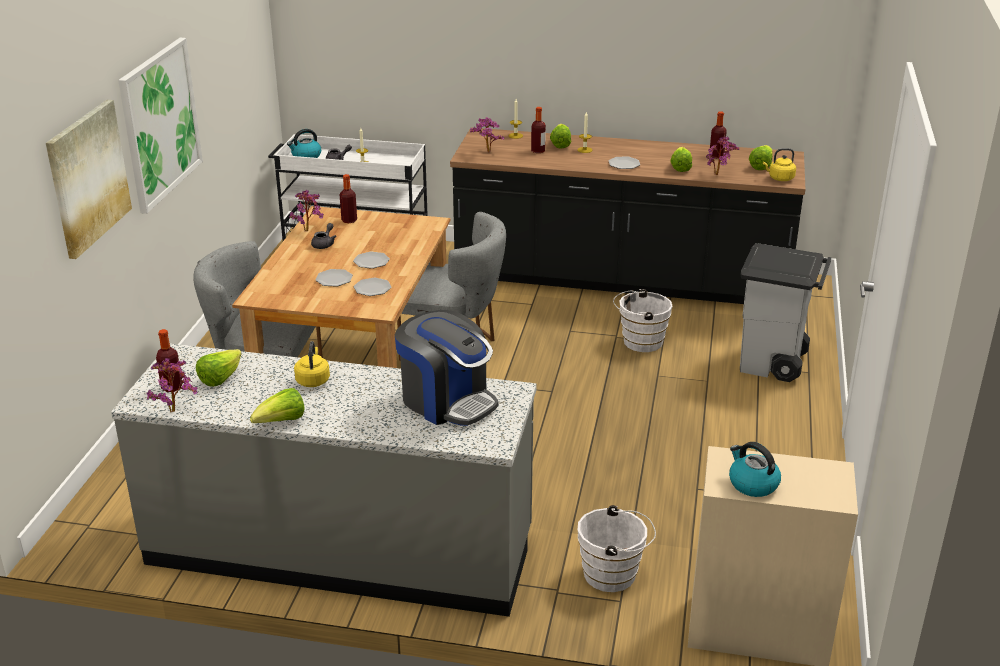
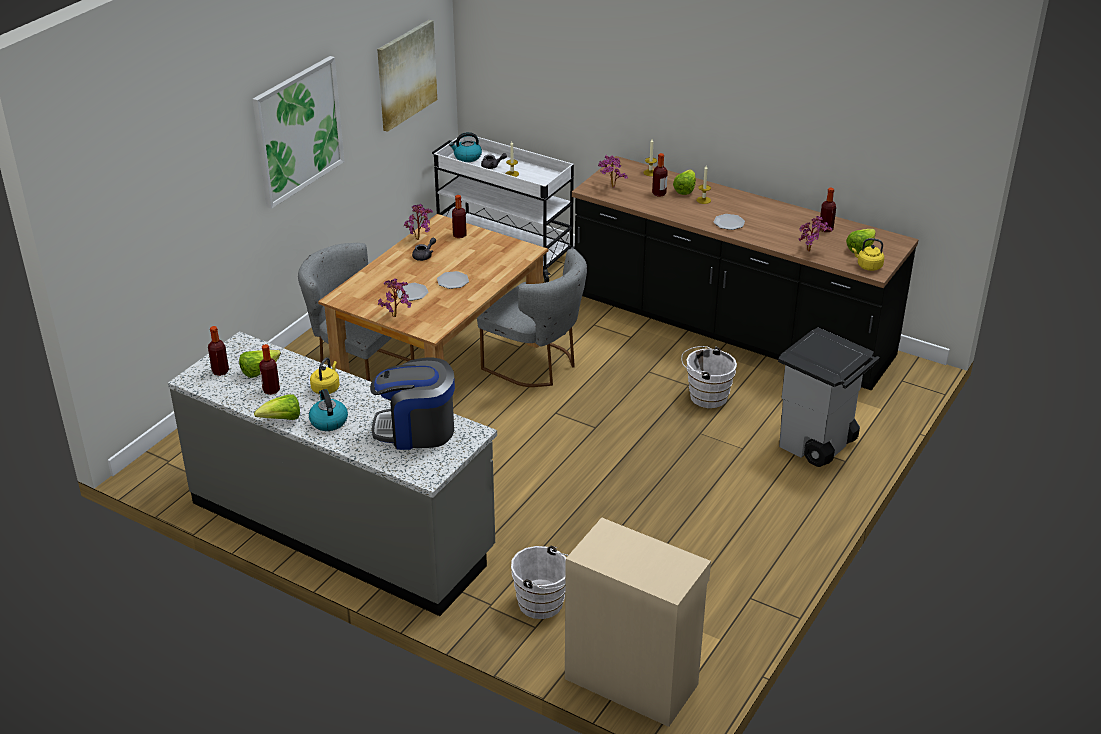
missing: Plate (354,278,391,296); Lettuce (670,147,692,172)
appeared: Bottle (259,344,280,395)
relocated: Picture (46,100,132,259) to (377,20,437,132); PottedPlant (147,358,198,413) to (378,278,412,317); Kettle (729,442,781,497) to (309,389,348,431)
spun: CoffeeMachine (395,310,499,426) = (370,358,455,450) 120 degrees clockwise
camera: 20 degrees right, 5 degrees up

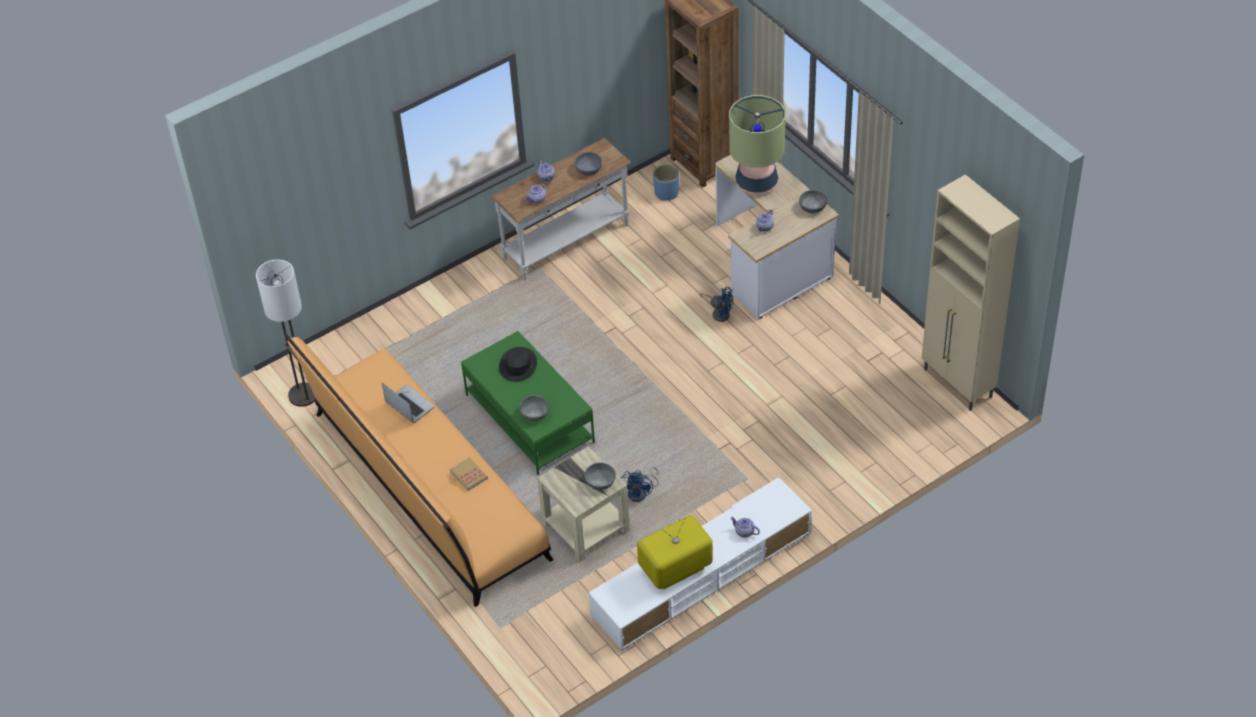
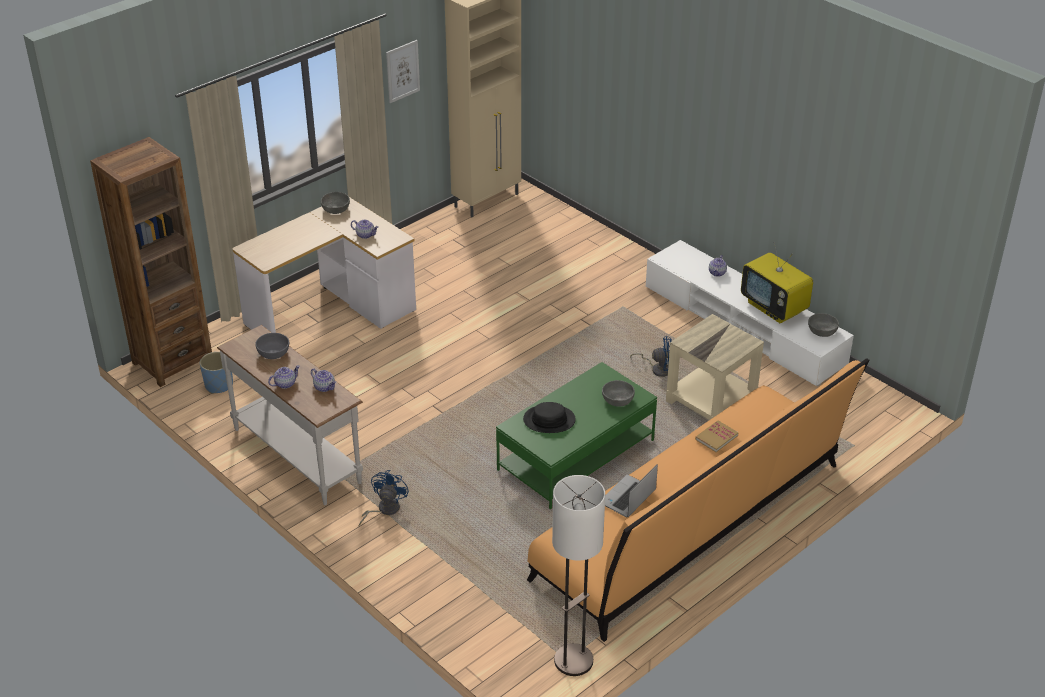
missing: TableLamp (729,95,785,194)
appeared: Picture (386,40,420,103)
relocated: GreyBowl (584,462,616,490) to (808,313,839,337); BlueFan (700,287,733,322) to (358,470,409,526)
camera: 100 degrees left, 10 degrees down

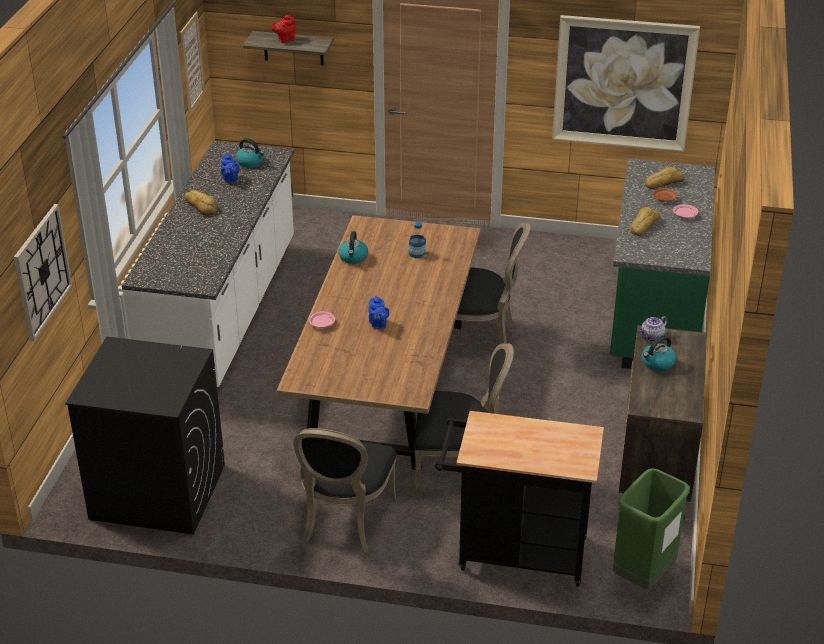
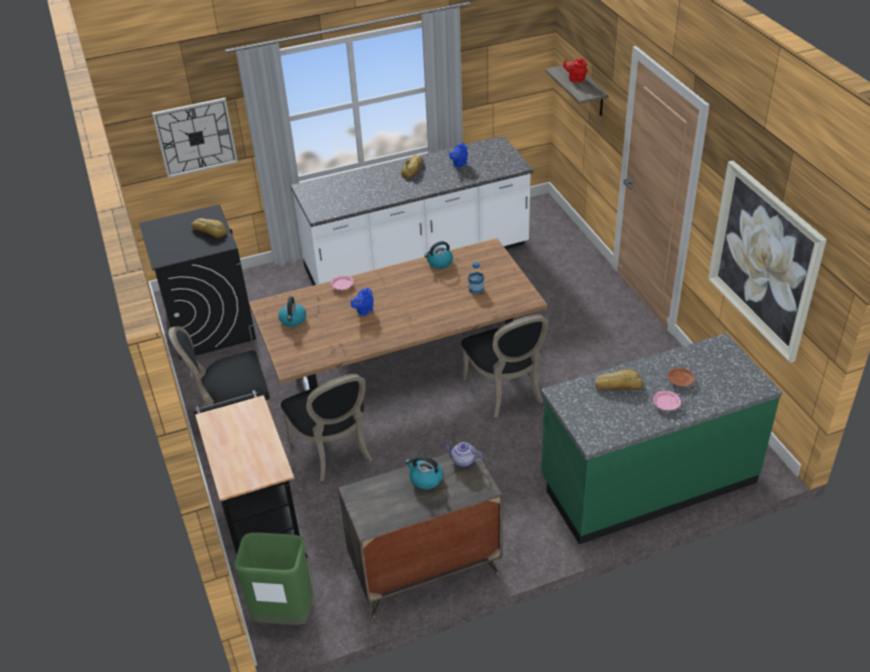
missing: Picture (180,12,205,115)
relocated: Kettle (236,138,264,168) to (278,297,306,327); Bread (645,167,684,189) to (191,218,226,238)
camera: 60 degrees right, 5 degrees up

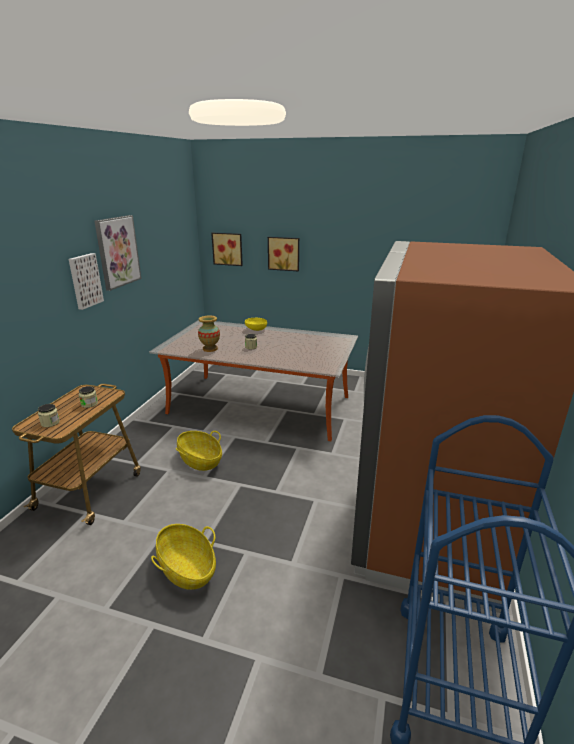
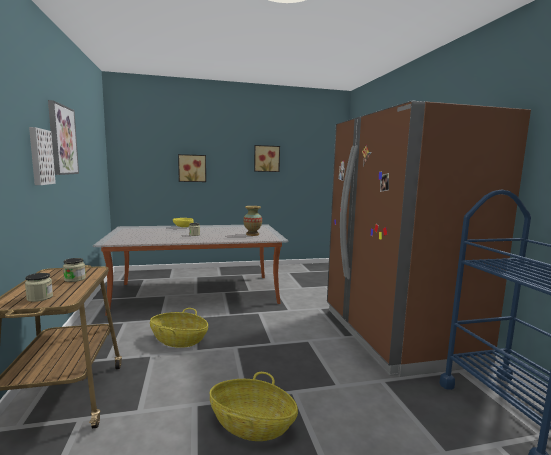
relocated: Vase (198,316,220,352) to (243,206,262,236); Picture (211,233,243,266) to (254,145,280,172)
camera: 30 degrees left, 15 degrees down

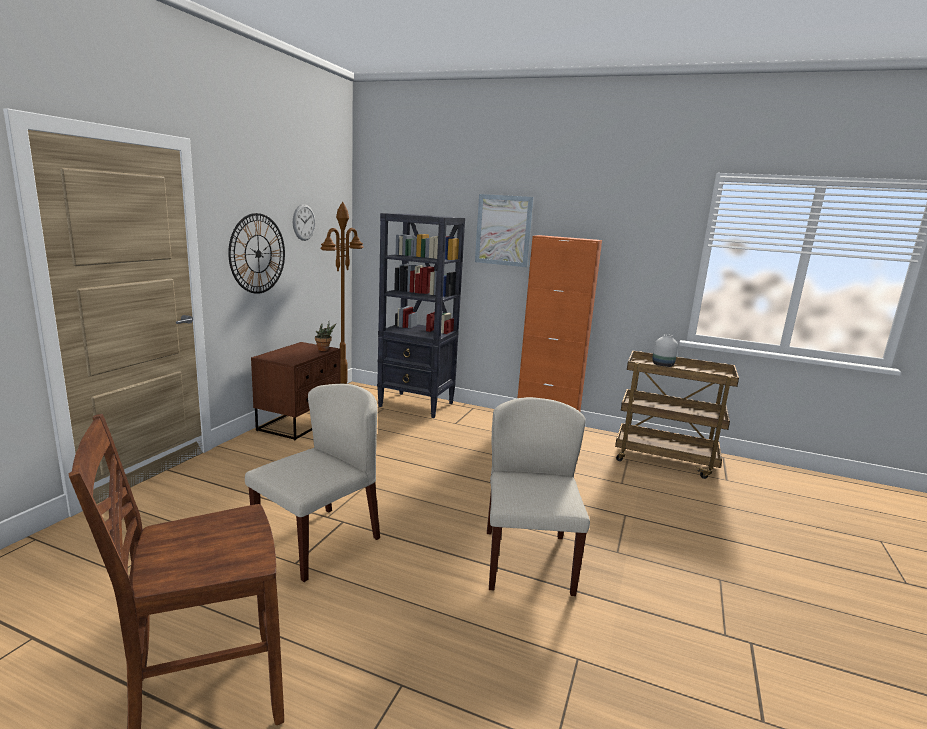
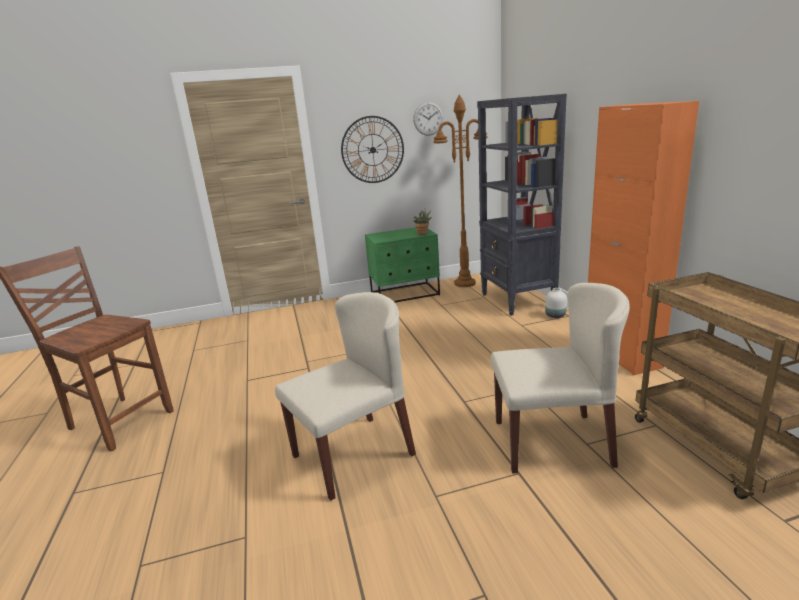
missing: Picture (475,194,534,267)
relocated: BeigeChair (245,384,380,582) to (491,283,630,474); WhiteVase (652,334,678,367) to (545,288,567,318)
colour: BrownNightstand (251,342,341,441) to GreenNightstand (365,227,440,302)
camera: 55 degrees right, 5 degrees up

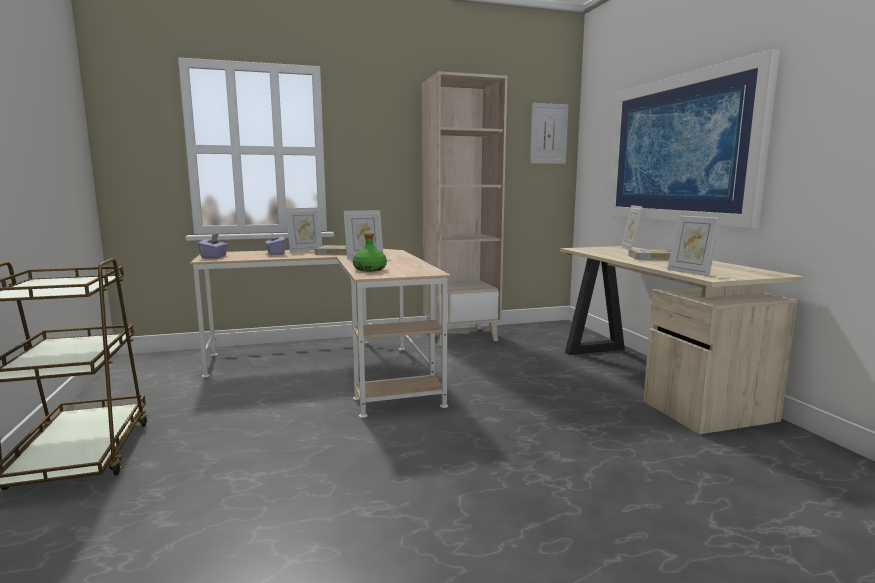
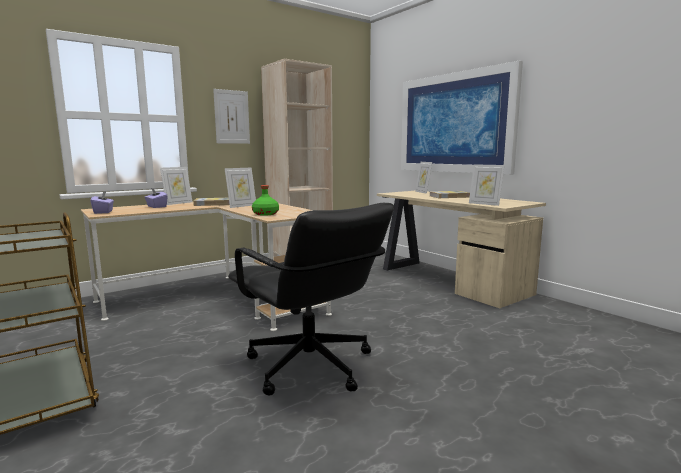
appeared: BlackOfficeChair (228,203,394,395)
relocated: Picture (530,103,569,164) to (213,89,250,144)
camera: 20 degrees left, 0 degrees up

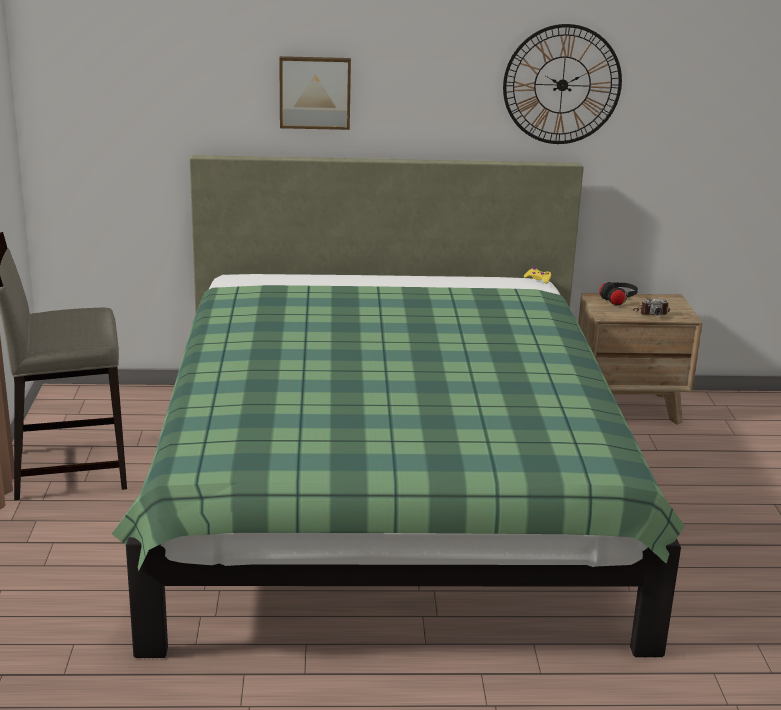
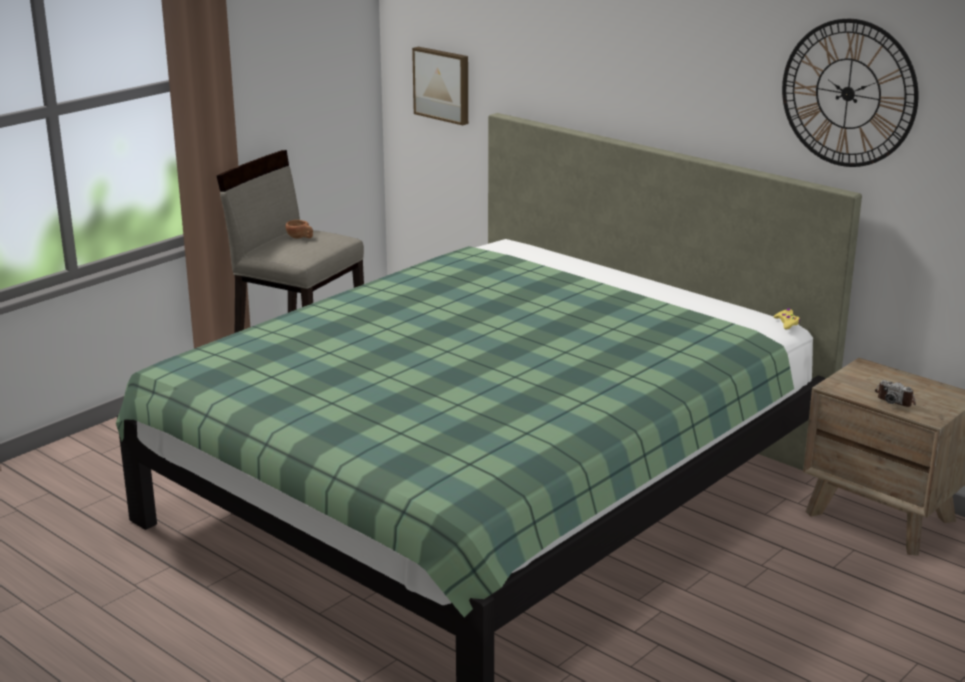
missing: BlackHeadphones (599,282,638,306)
appeared: BrownCup (285,220,313,239)
relocated: Picture (279,56,351,130) to (412,47,468,126)
camera: 45 degrees right, 0 degrees up

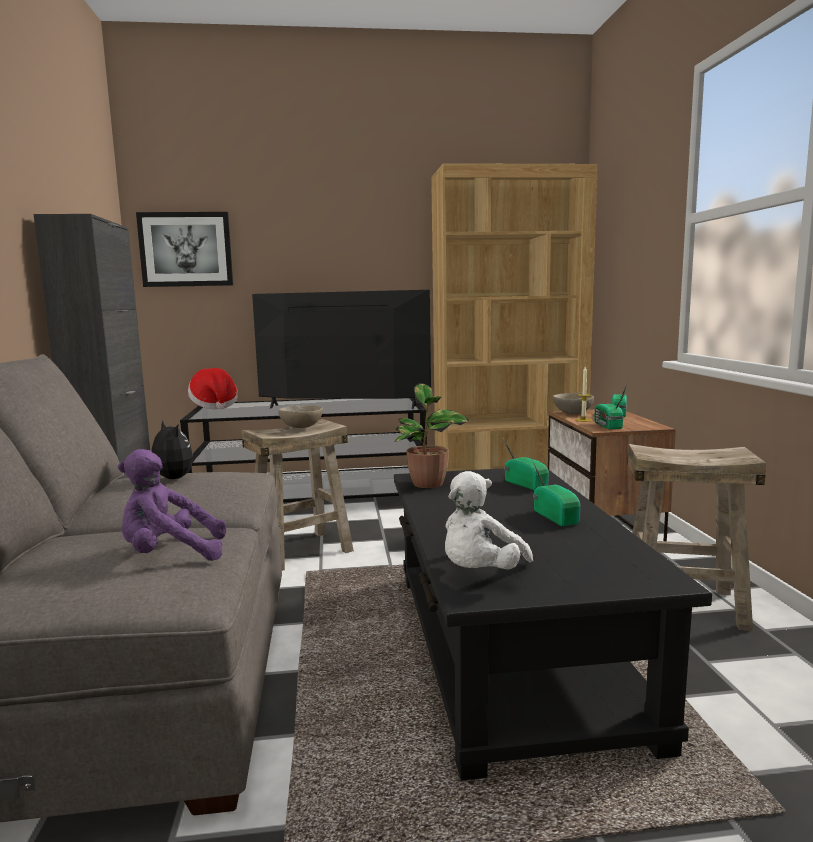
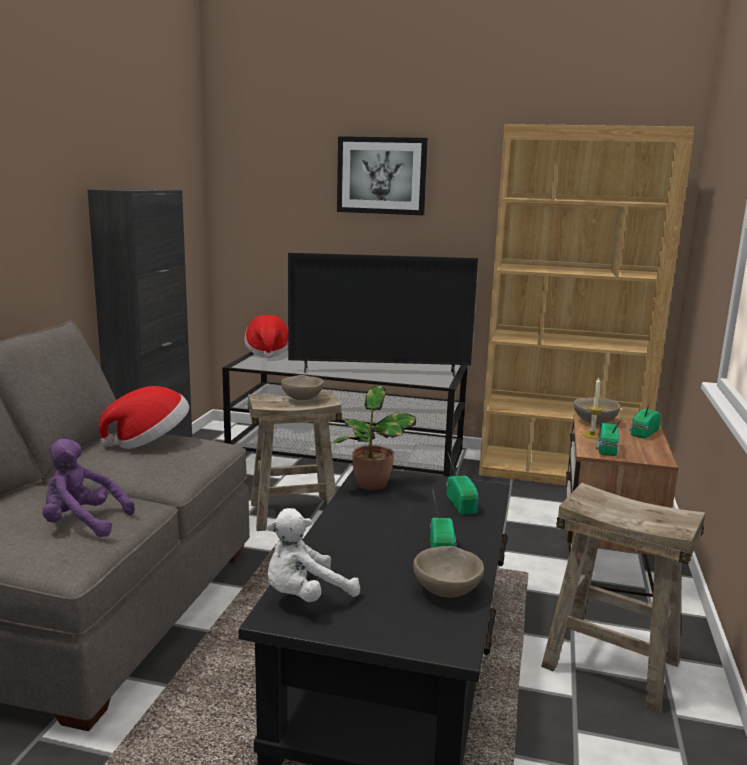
appeared: BeigeBowl (413,546,484,598)
relocated: Picture (136,212,233,287) to (337,136,428,215)
exchanged: PlushToy (152,421,193,479) to Hat (99,386,189,449)
spun: Television (252,290,431,409) = (288,253,478,377) 150 degrees clockwise
camera: 20 degrees right, 5 degrees up

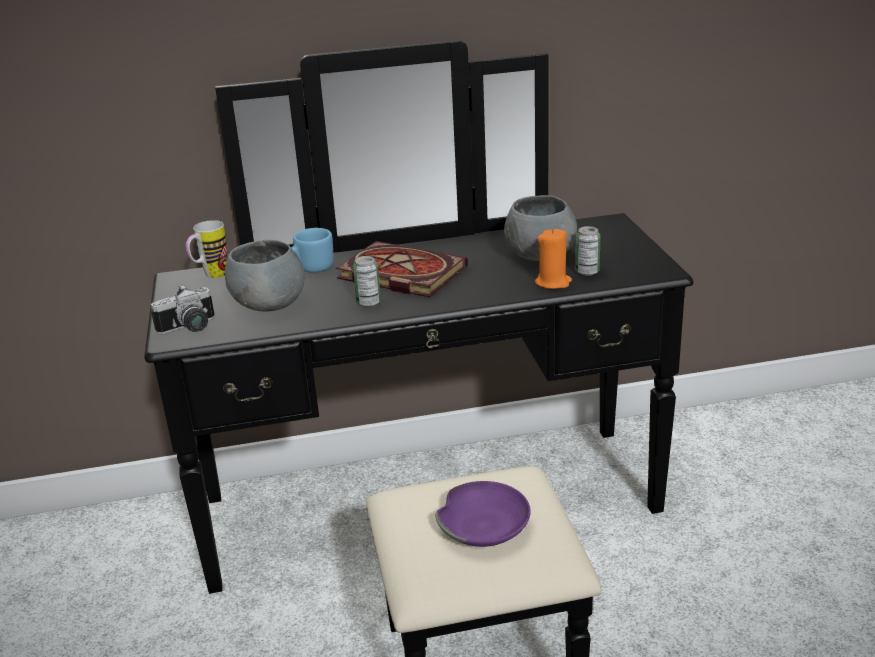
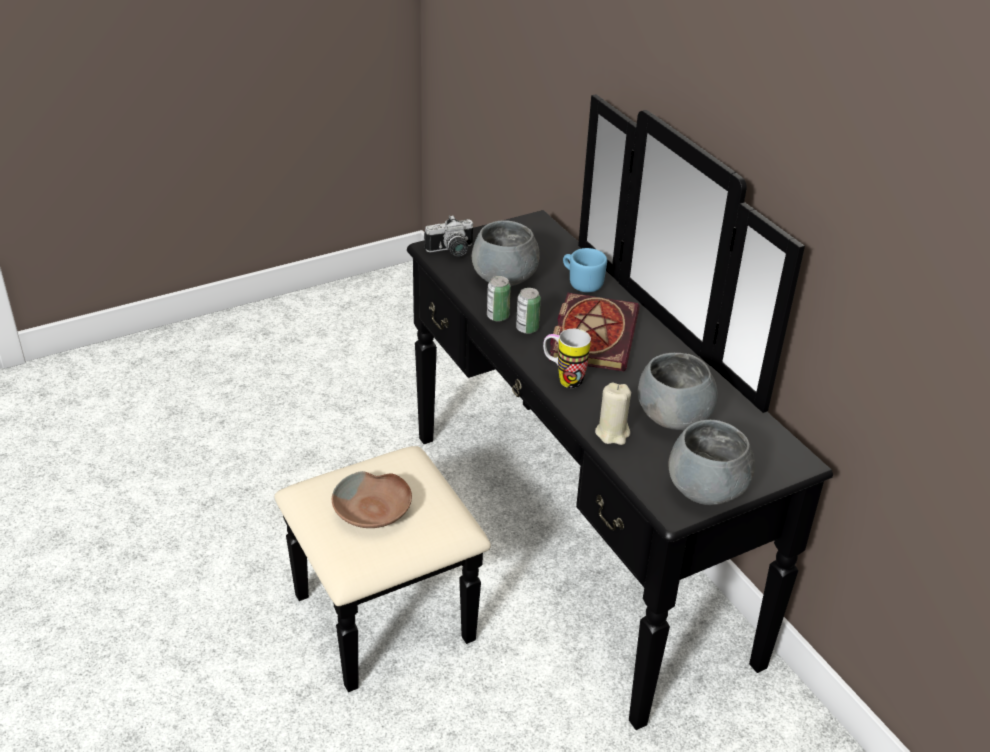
appeared: GreyBowl (669,420,755,505)
relocated: Mug (186,220,228,278) to (543,329,591,388); Can (575,226,600,276) to (487,276,511,322)
colour: PurpleBowl (435,481,531,547) to BrownBowl (332,471,412,528); OrangeCandle (535,228,572,289) to BeigeCandle (595,383,631,445)
spun: PhotoCamera (151,285,214,334) = (424,215,473,257) 60 degrees counterclockwise
camera: 70 degrees right, 10 degrees up

